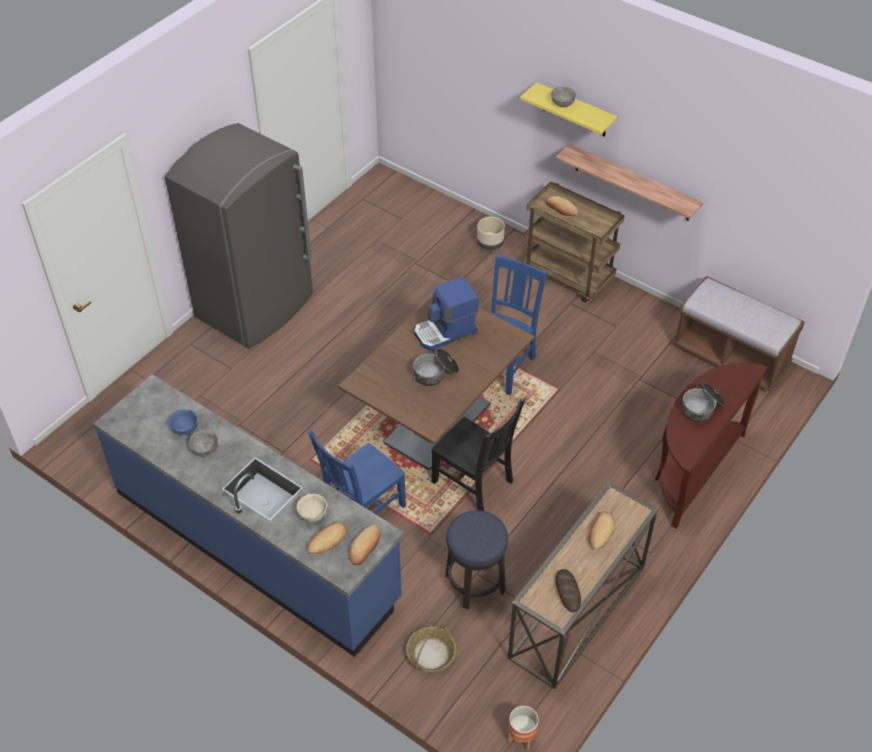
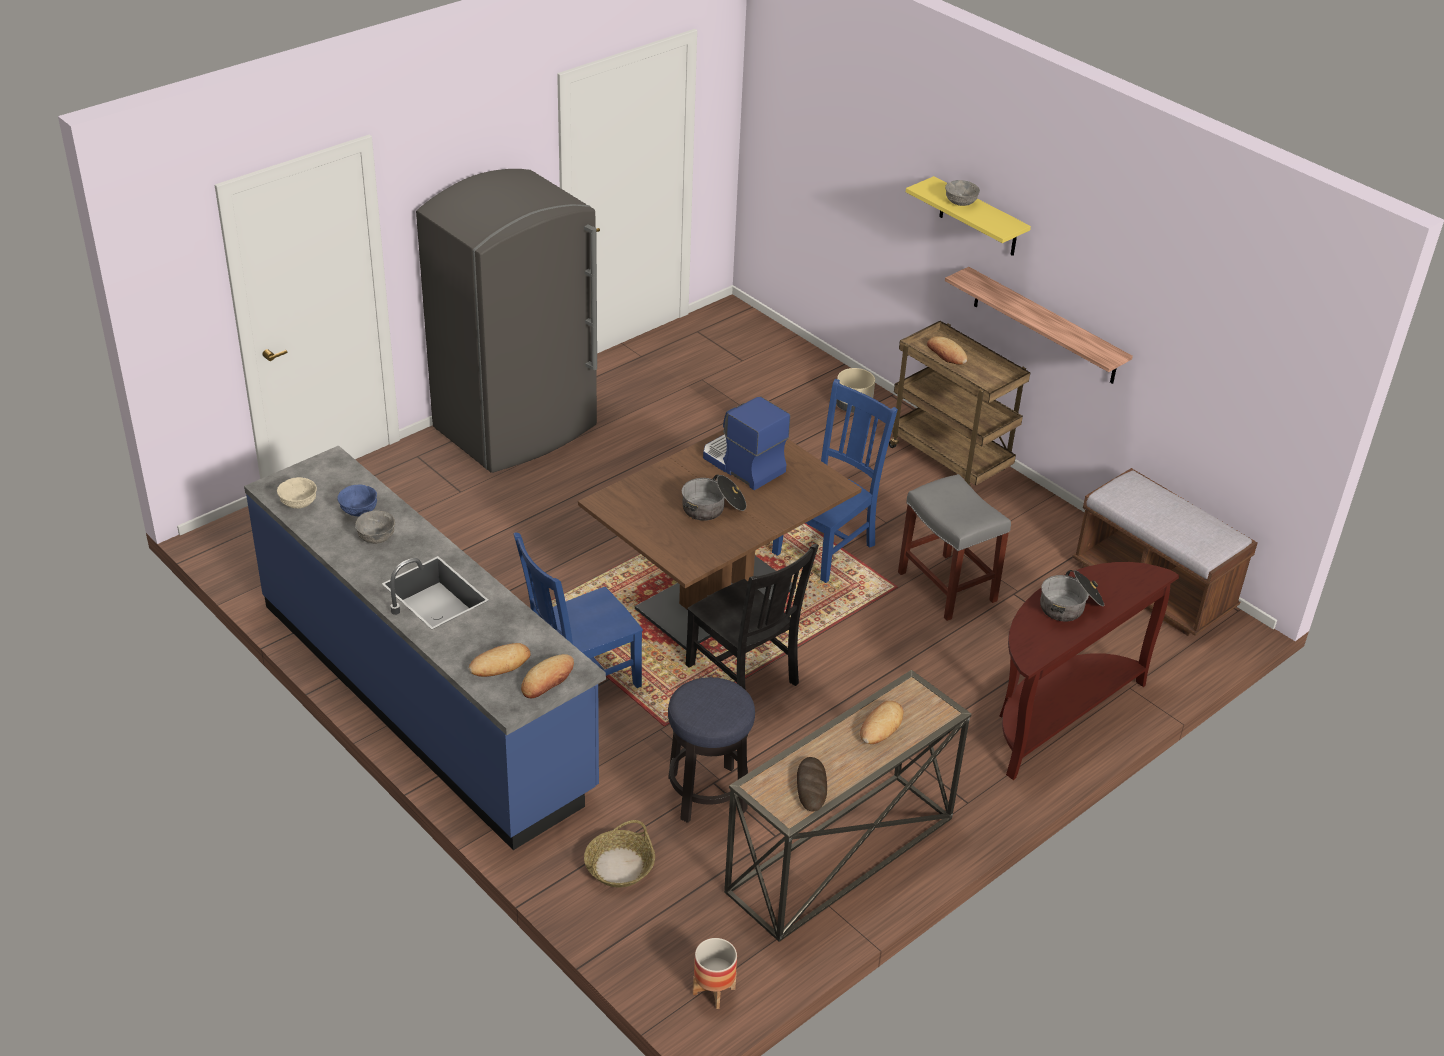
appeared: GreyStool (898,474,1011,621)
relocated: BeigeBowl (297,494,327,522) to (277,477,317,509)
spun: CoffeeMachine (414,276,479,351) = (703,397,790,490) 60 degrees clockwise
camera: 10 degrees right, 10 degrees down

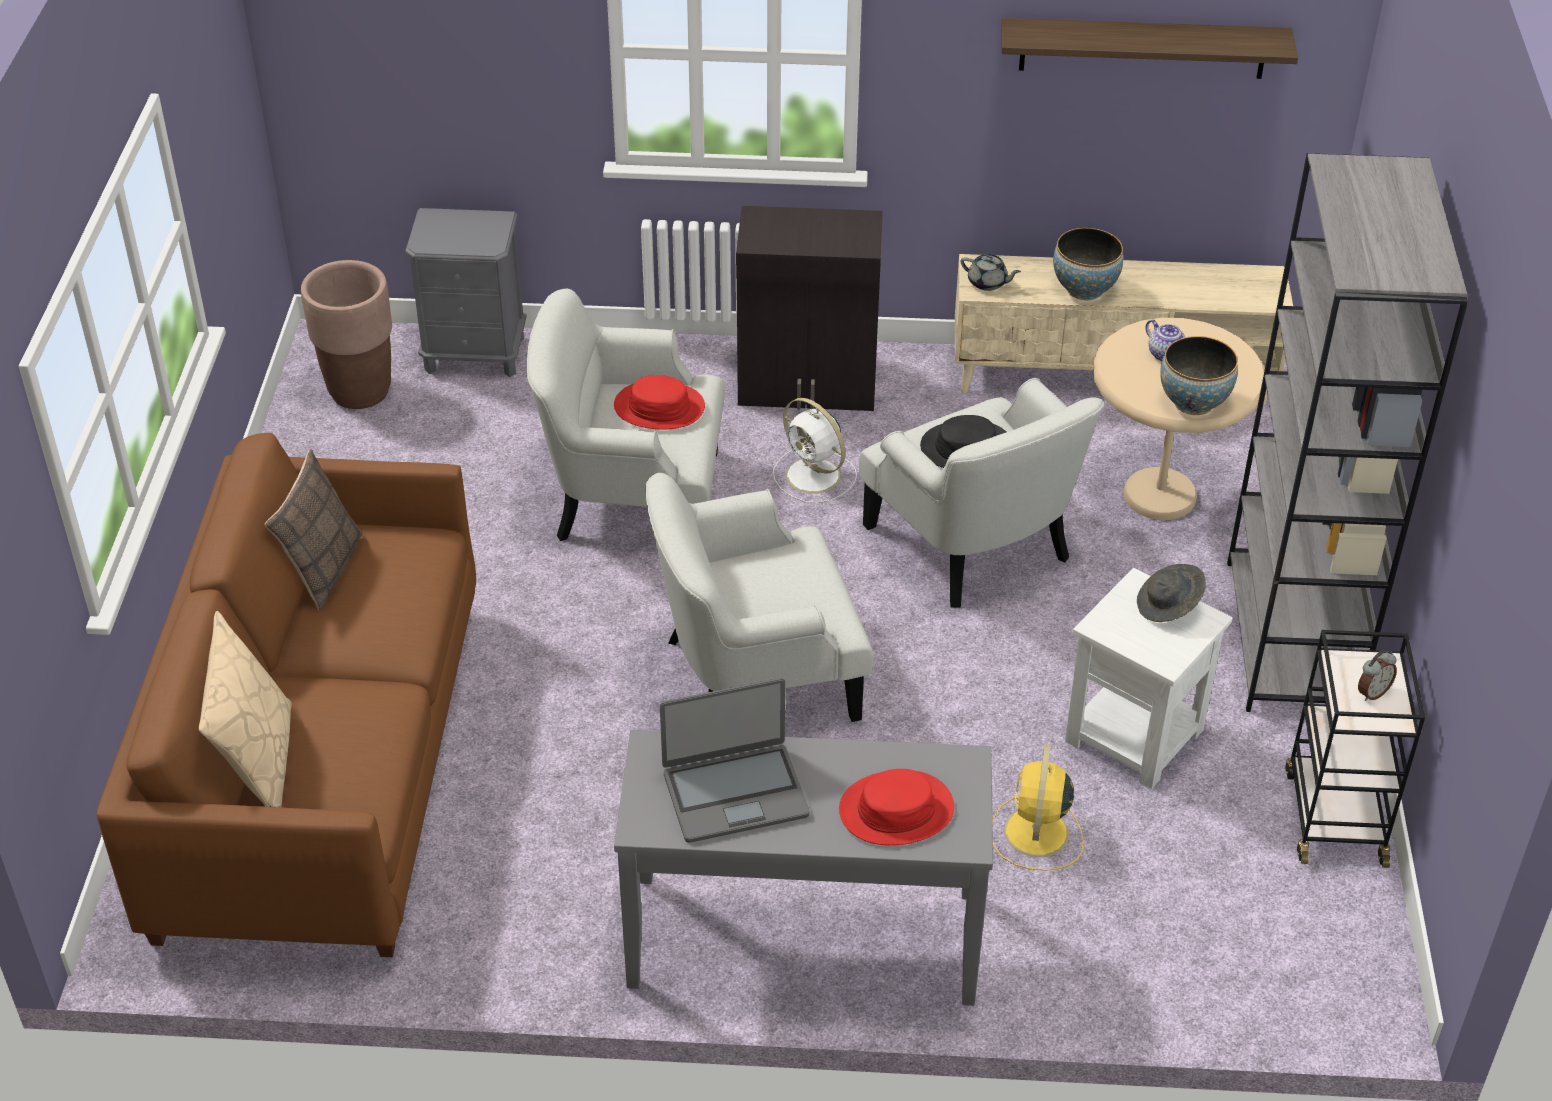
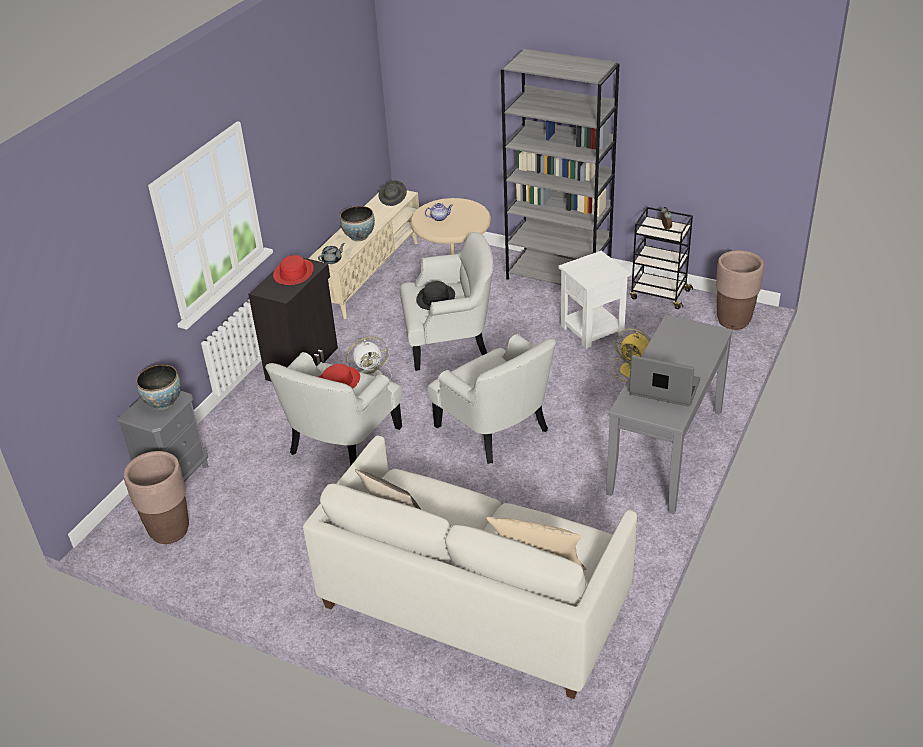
missing: Shelf (1001,18,1298,79)
appeared: BrownPlanter (716,250,764,330)
relocated: RedHat (839,769,954,845) to (273,255,314,285); GreyHat (1137,564,1206,622) to (378,180,407,206); Bowl (1160,336,1238,415) to (137,365,181,410)
colour: BrownSofa (96,433,476,958) to WhiteSofa (303,435,637,699)
spun: WhiteArmchair (645,473,873,722) = (428,334,556,464) 45 degrees counterclockwise; Laptop (660,678,810,843) = (629,355,700,407) 75 degrees counterclockwise
camera: 65 degrees left, 5 degrees down

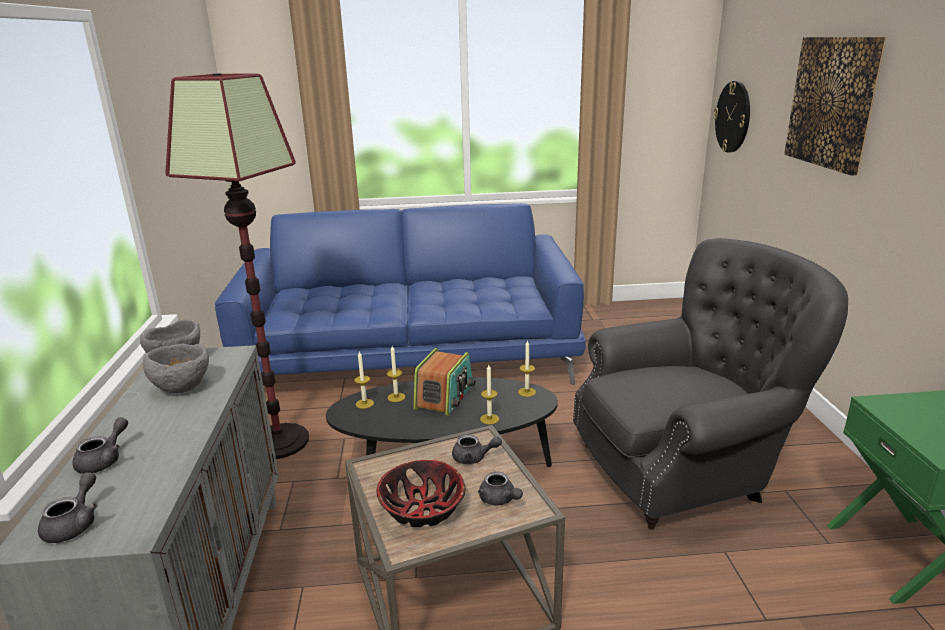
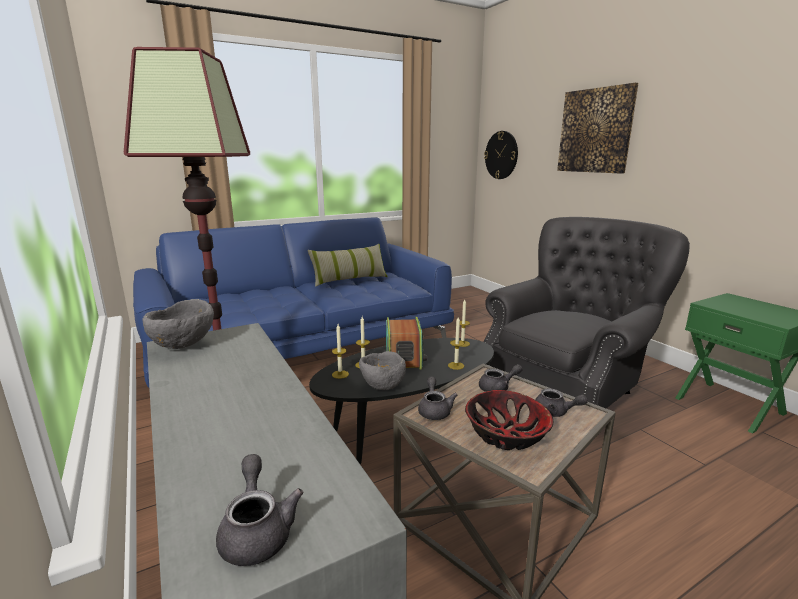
appeared: Pillow (308,244,388,287)
relocated: GreyTeapot (72,417,128,474) to (418,376,457,420); GreyBowl (143,344,209,394) to (359,351,406,390)
camera: 25 degrees left, 5 degrees down

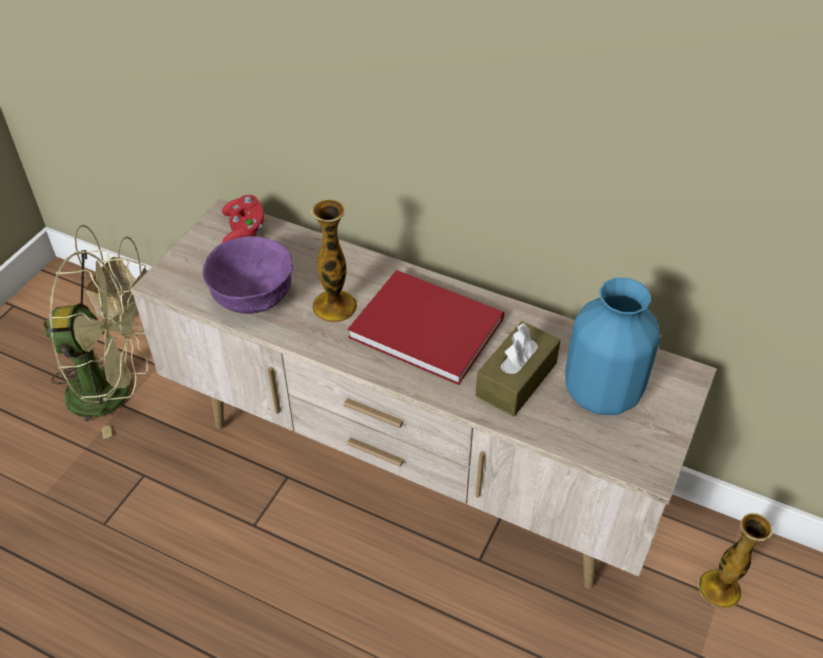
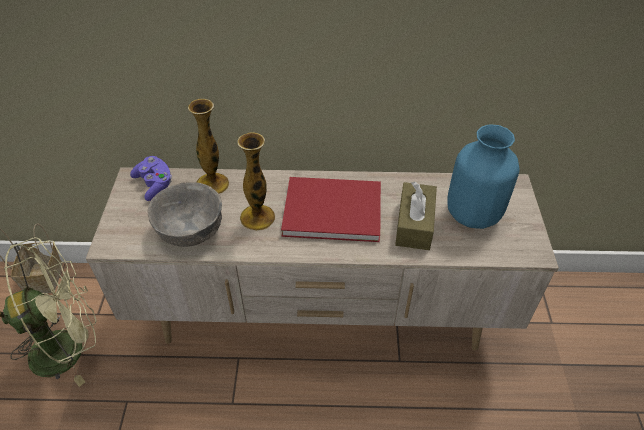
relocated: Vase (698,513,773,608) to (188,99,229,194)
colour: PurpleBowl (203,236,293,314) to GreyBowl (148,182,222,247); RedGameController (222,195,264,243) to PurpleGameController (130,156,172,201)
camera: 25 degrees left, 0 degrees up

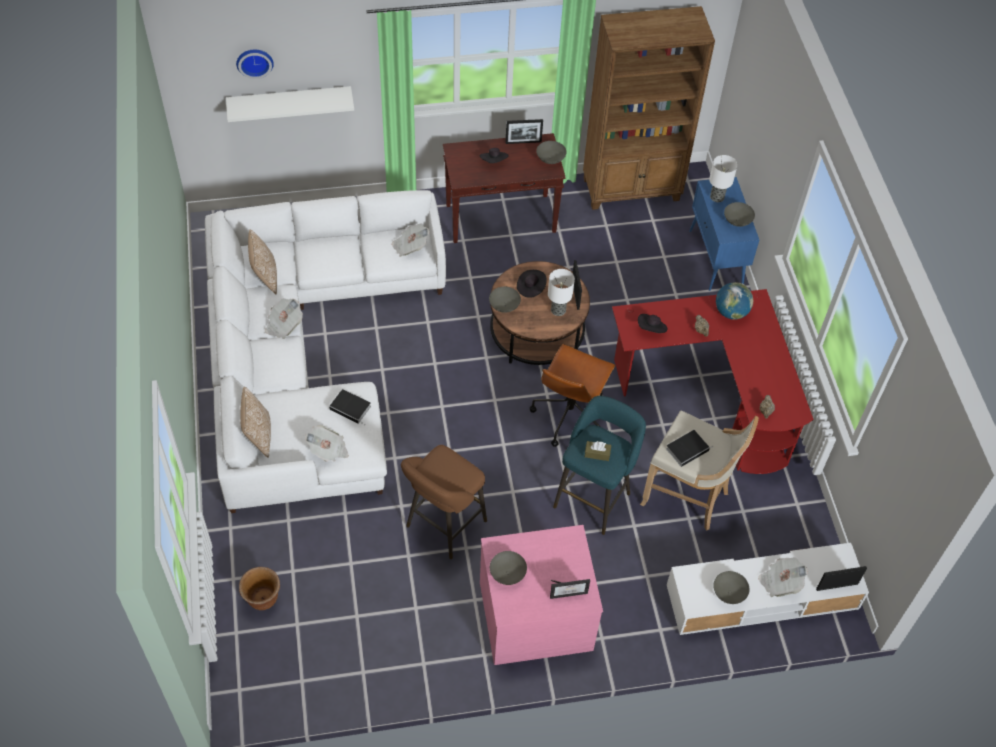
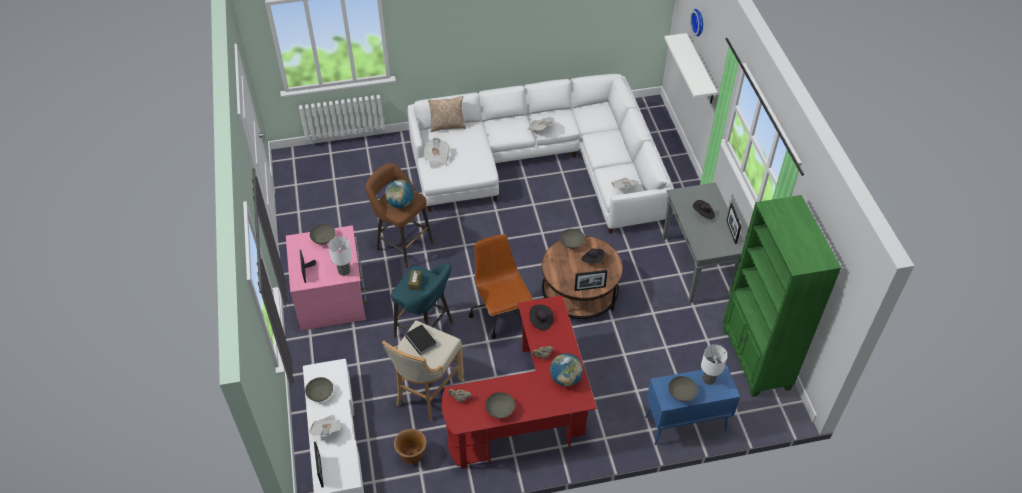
missing: Pillow (248,229,277,294); Book (329,389,371,425)
appeared: Globe (385,180,414,208)
relocated: BrownPlanter (239,567,280,610) to (394,429,427,464); GreyBowl (536,141,566,164) to (485,392,515,418); TableLamp (548,269,575,316) to (328,236,352,276)
colour: BrownConsoleTable (443,133,566,243) to GreyConsoleTable (663,182,744,303); BrownBookcase (583,6,715,210) to GreenBookcase (723,195,841,397)
spun: BrownOfficeChair (530,344,615,447) = (469,234,533,339) 45 degrees clockwise
camera: 90 degrees right, 5 degrees down

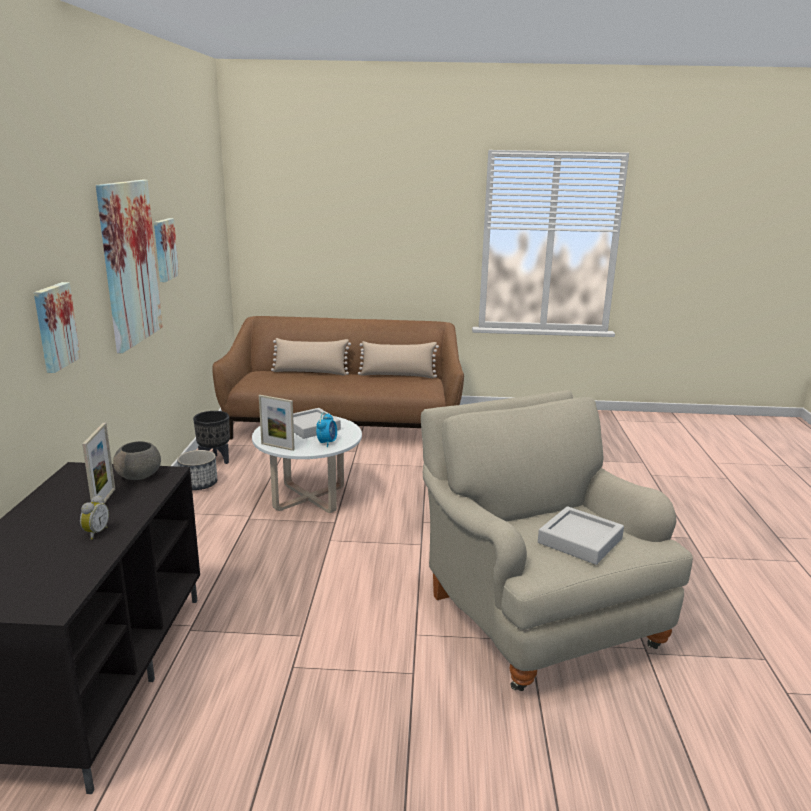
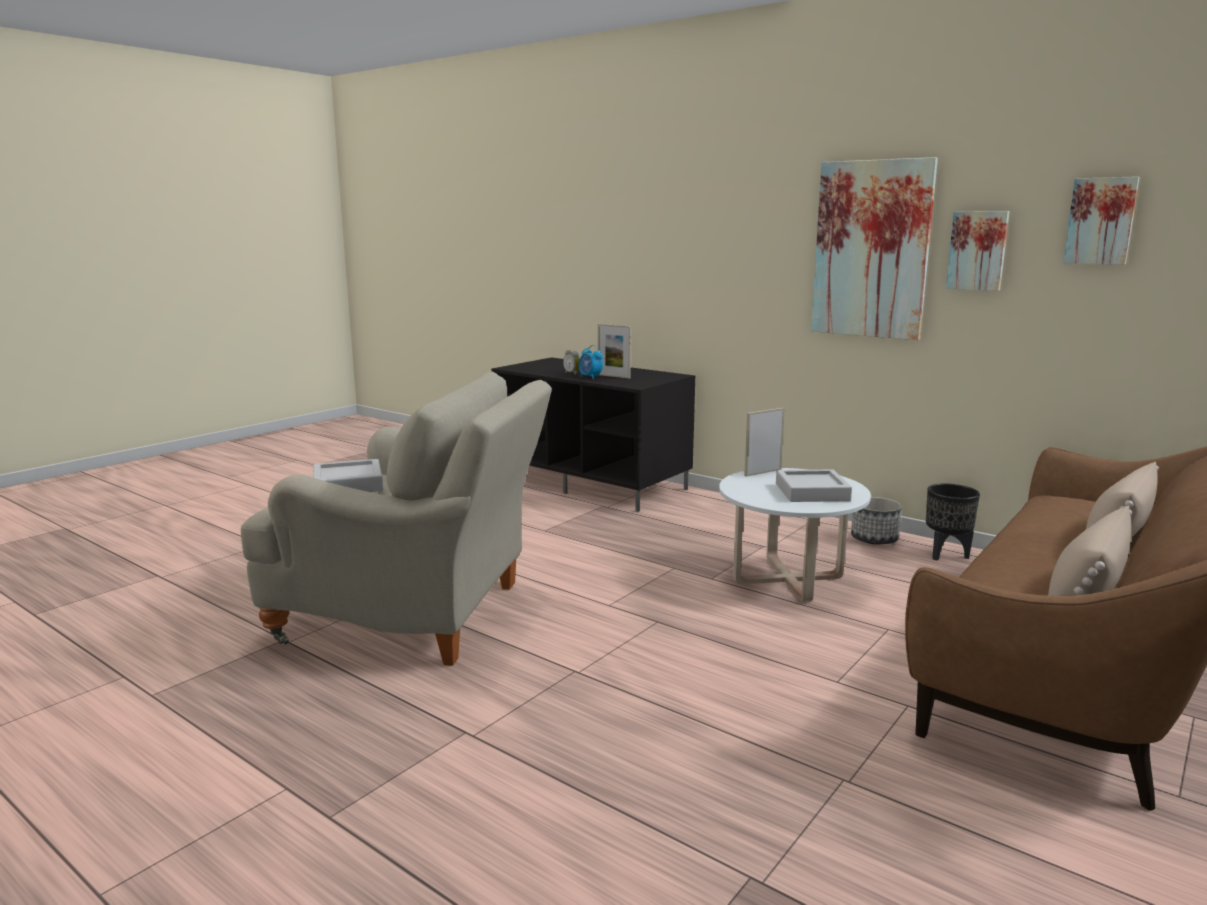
missing: GreyBowl (113,441,161,480)
relocated: Picture (34,282,81,373) to (1063,177,1140,265); AlarmClock (316,412,337,447) to (579,345,603,379)
camera: 125 degrees right, 5 degrees down

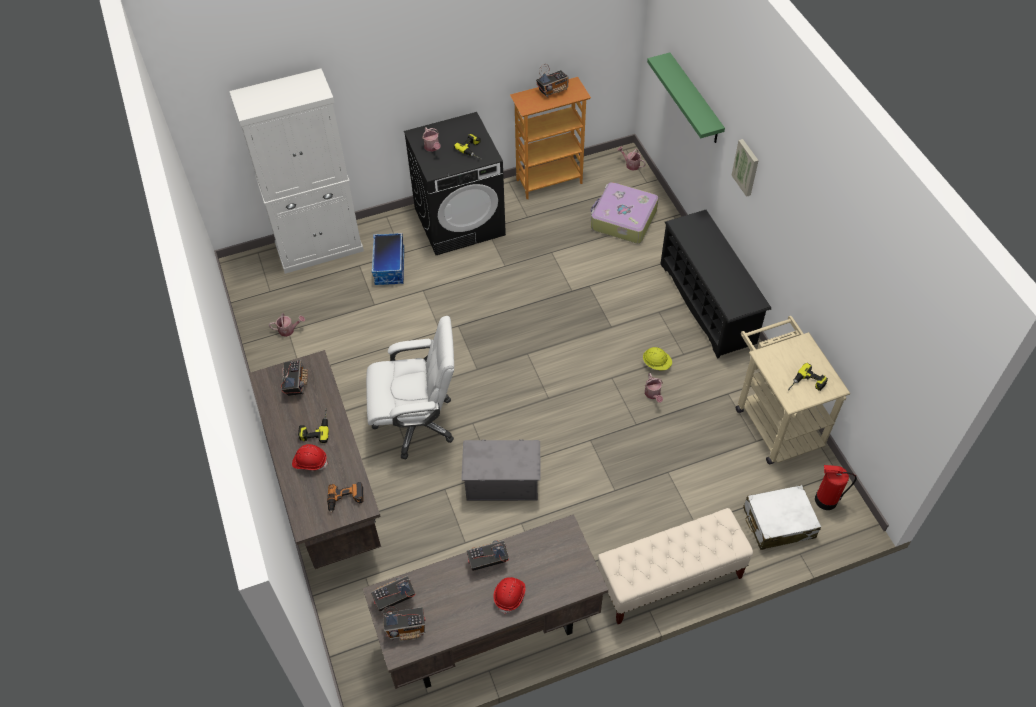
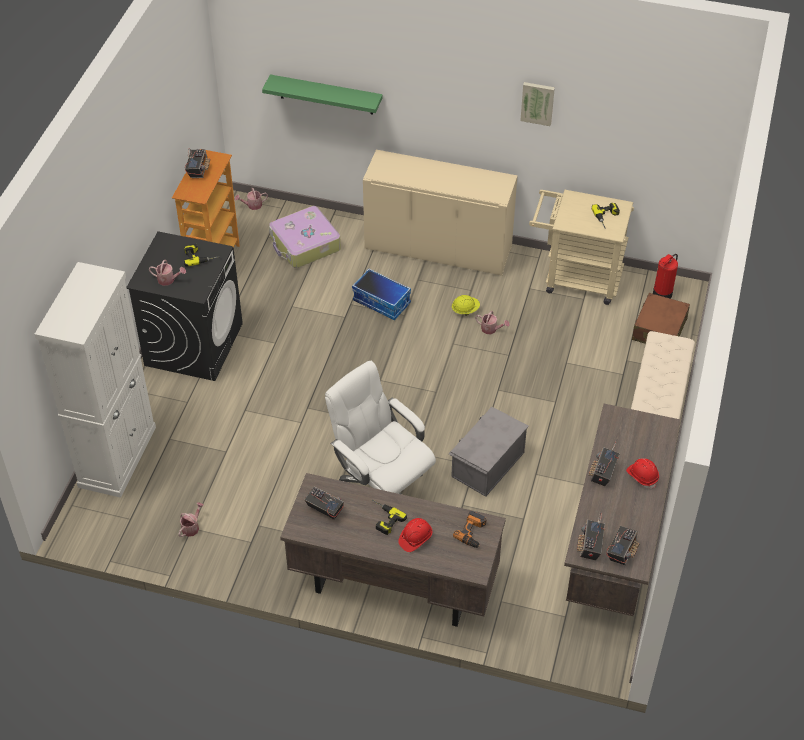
relocated: StorageBox (372,233,404,285) to (352,268,411,320); Picture (731,139,759,197) to (520,82,555,126)
exchanged: BlackShoeRack (660,210,771,359) to BeigeCabinet (363,150,518,276)
colour: WhiteSuitcase (743,485,821,550) to BrownSuitcase (632,293,690,344)
spun: WhiteOfficeChair (366,316,454,459) = (325,361,436,494) 75 degrees counterclockwise
camera: 55 degrees left, 5 degrees down

